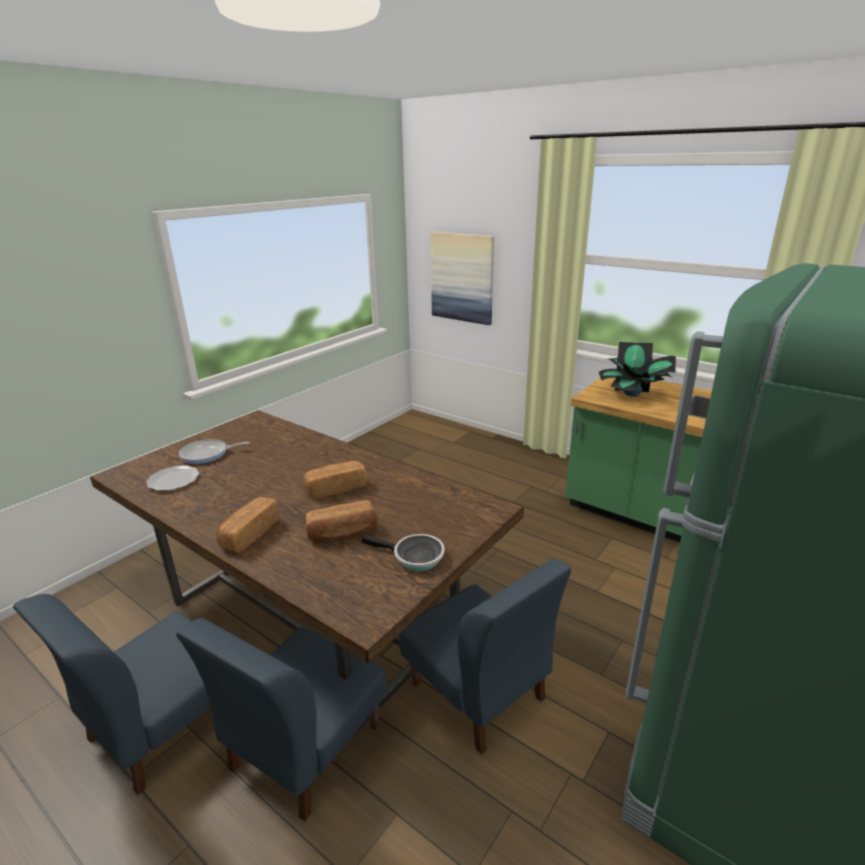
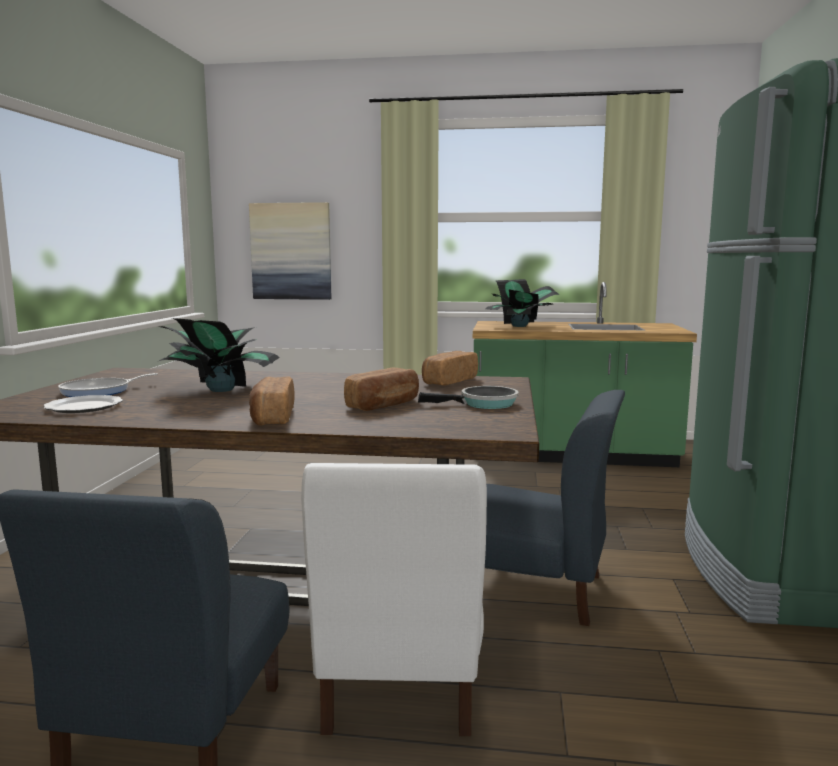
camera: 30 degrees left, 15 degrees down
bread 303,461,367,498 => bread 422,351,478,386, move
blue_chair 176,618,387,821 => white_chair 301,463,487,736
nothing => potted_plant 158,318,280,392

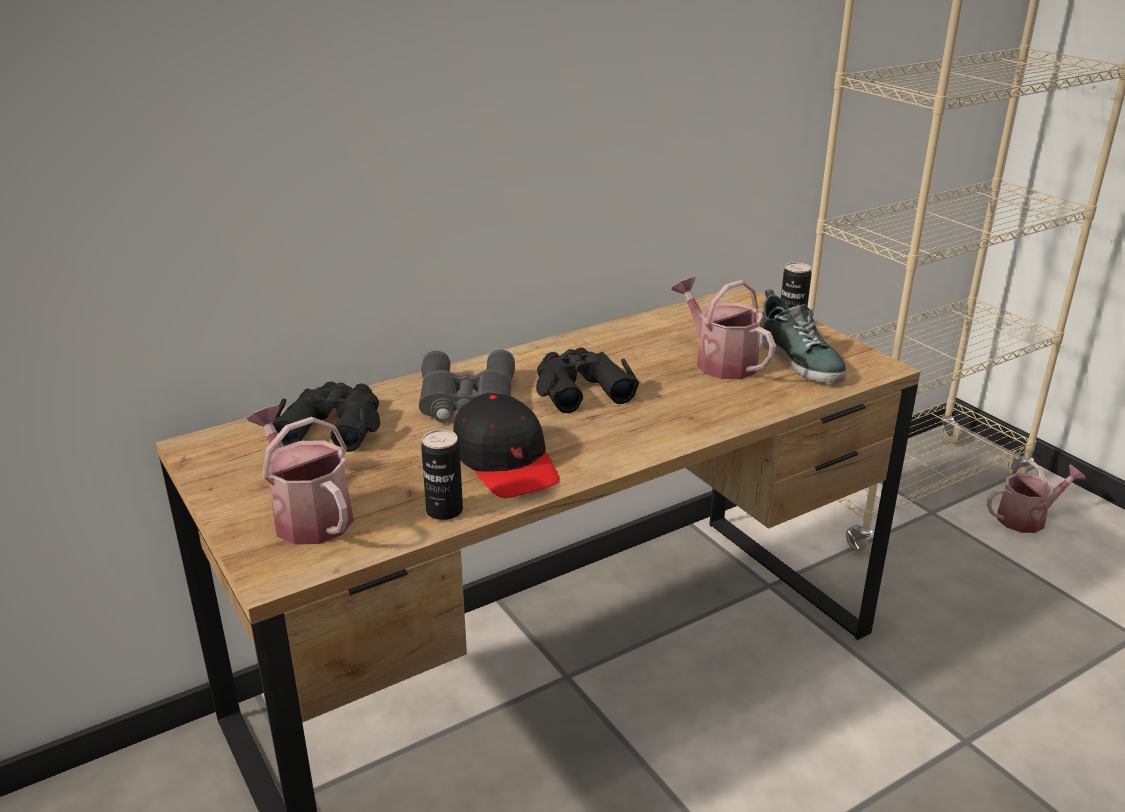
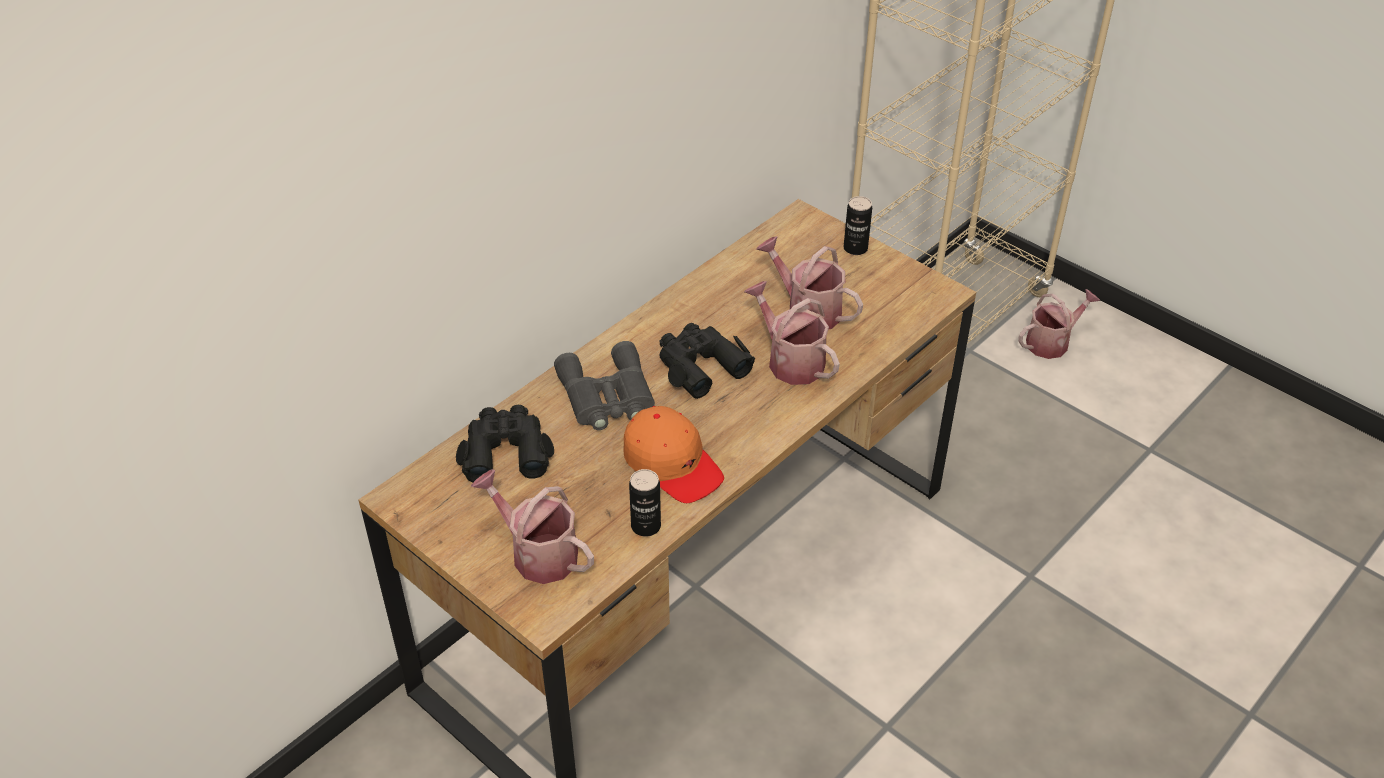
camera: 15 degrees left, 15 degrees up
shoe 759,289,846,383 => nothing
black_cap 453,393,560,498 => orange_cap 623,406,724,503
nothing => watering_can 744,281,840,385

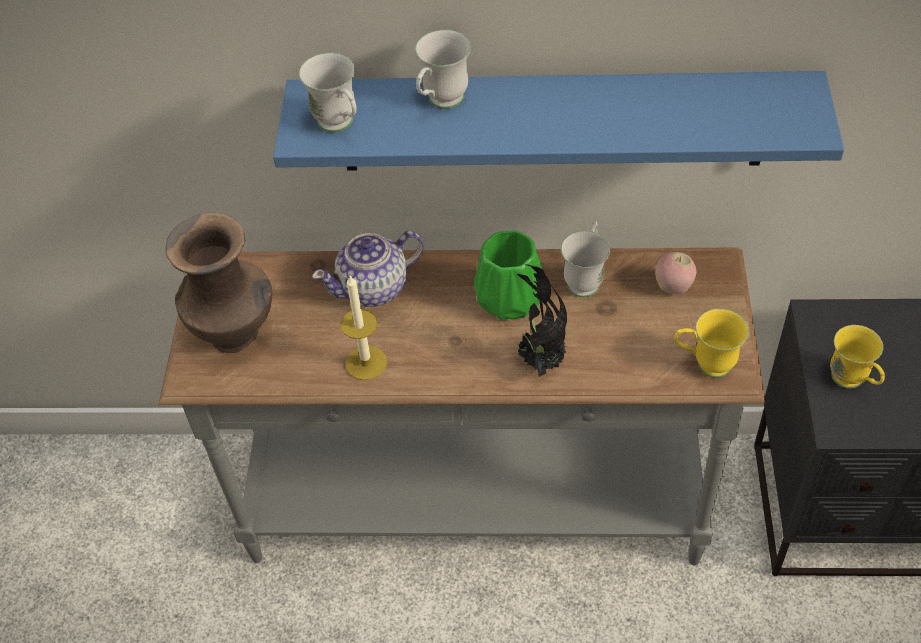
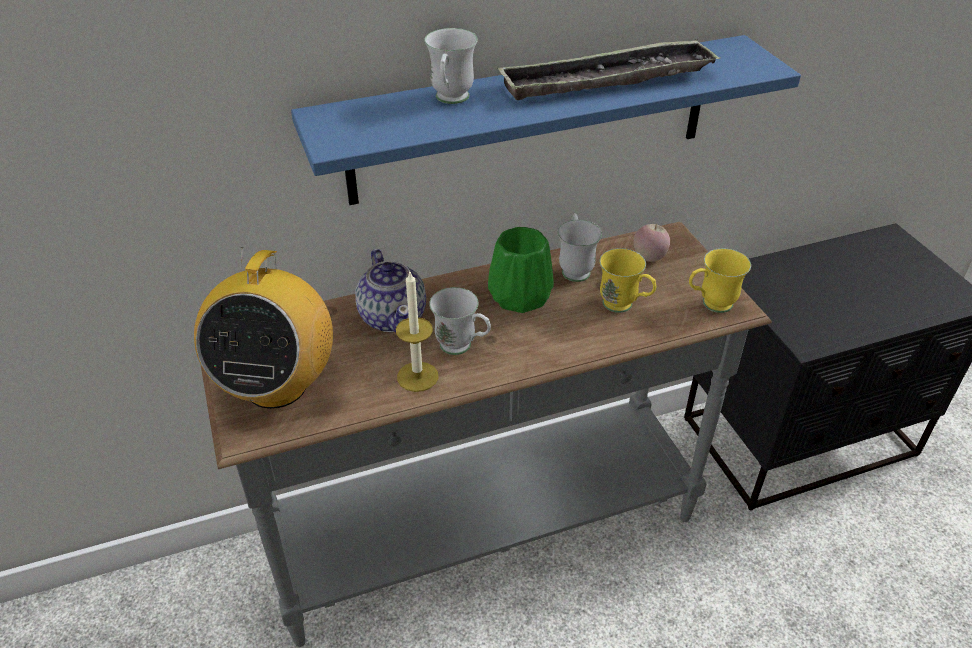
camera: 25 degrees left, 10 degrees down
white_mug 299,53,357,132 => white_mug 429,287,491,355, move
brown_vase 166,213,272,353 => radio 194,247,333,409
teapot 312,231,424,307 => teapot 355,249,426,332, 60 degrees counterclockwise
potted_plant 514,264,567,377 => nothing
yellow_mug 830,325,885,389 => yellow_mug 599,248,656,313, move
nothing => tray 497,39,721,100

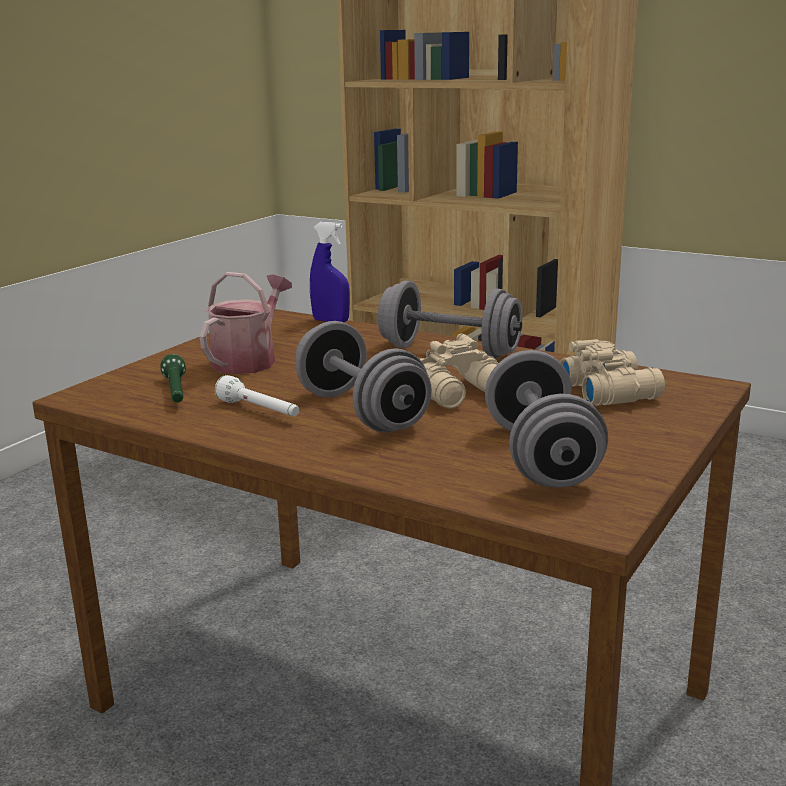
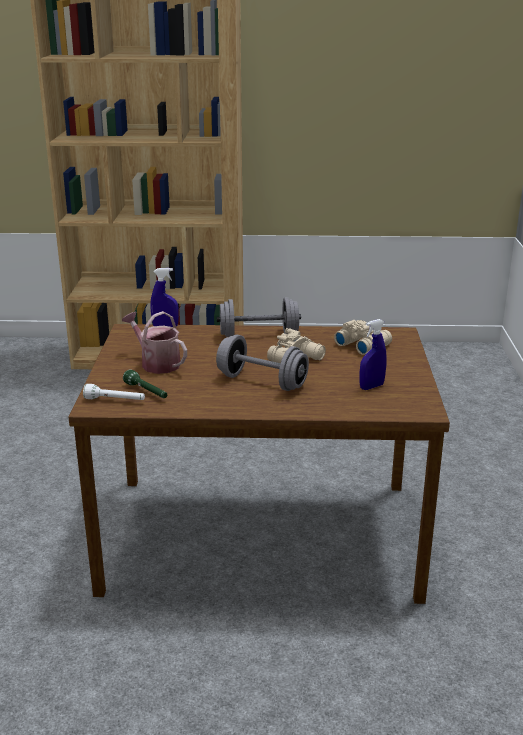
camera: 30 degrees left, 5 degrees up
watering_can 199,272,292,375 => watering_can 122,311,187,374, 45 degrees counterclockwise
grey_dumbbell 485,350,608,487 => blue_spray_bottle 360,319,387,390
white_flashlight 215,375,299,417 => white_flashlight 83,384,145,400, move

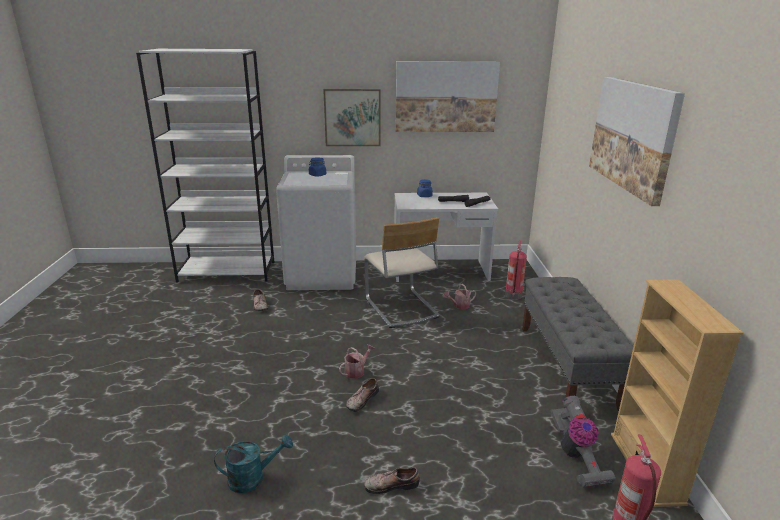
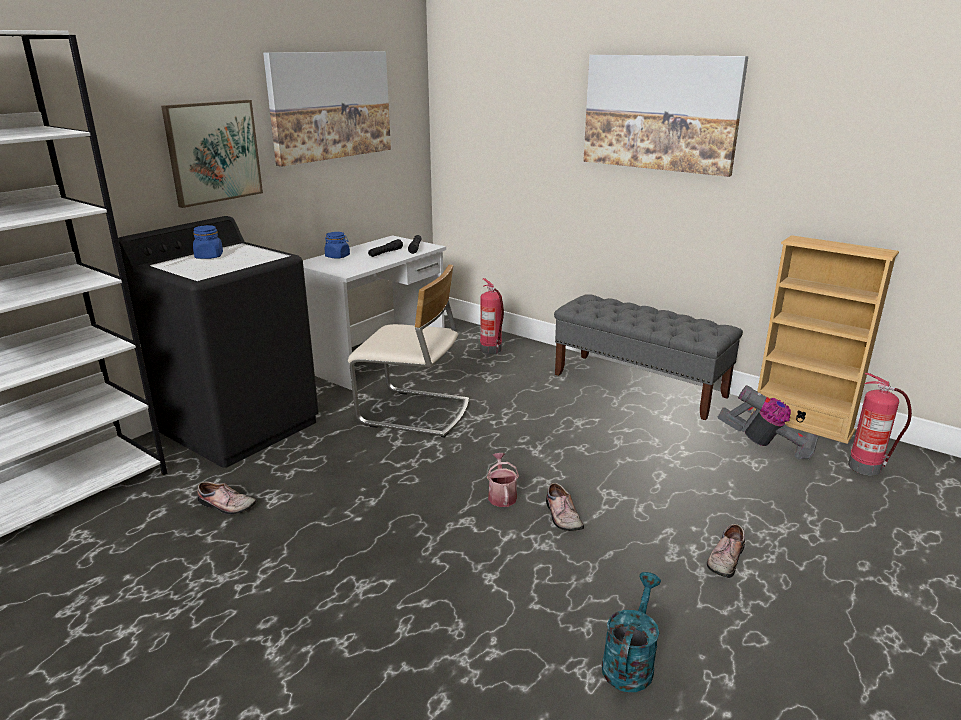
camera: 50 degrees left, 0 degrees up
white_washing_machine 276,155,356,290 => black_washing_machine 118,216,319,468
watering_can 443,284,476,309 => nothing

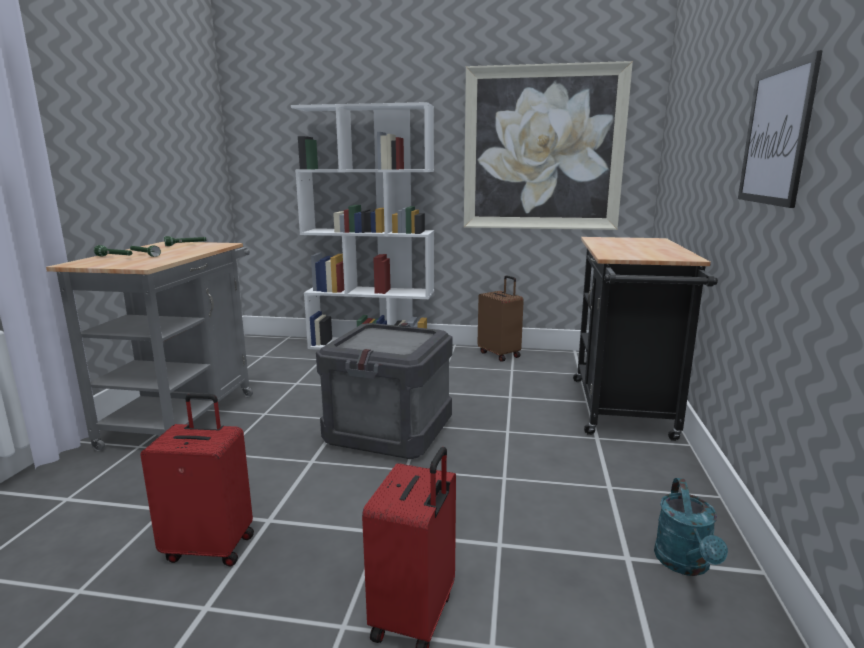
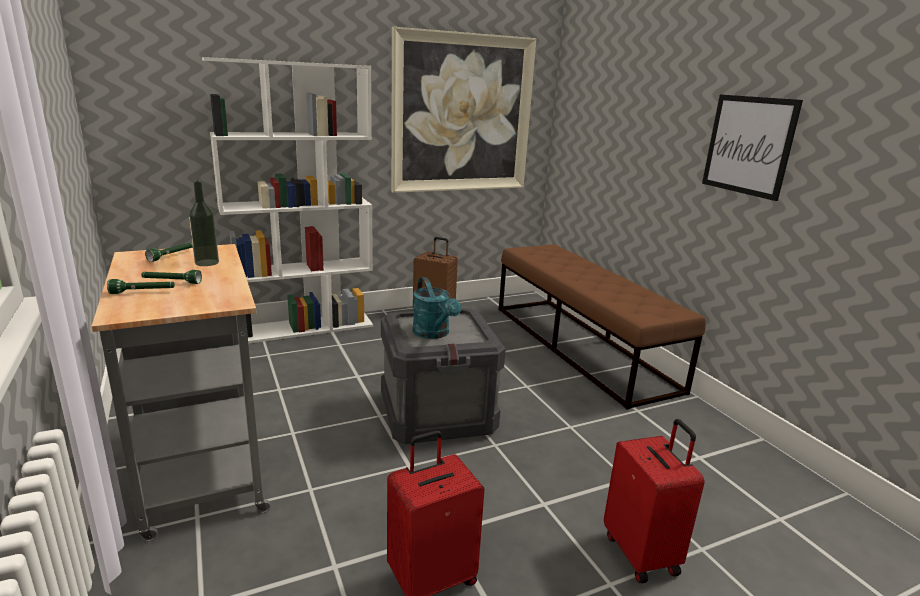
camera: 35 degrees left, 5 degrees up
black_cart 573,237,718,441 => brown_bench 499,244,706,410
turquoise_watering_can 654,478,728,576 => turquoise_watering_can 413,277,461,339, move
nothing => bottle 189,181,219,266

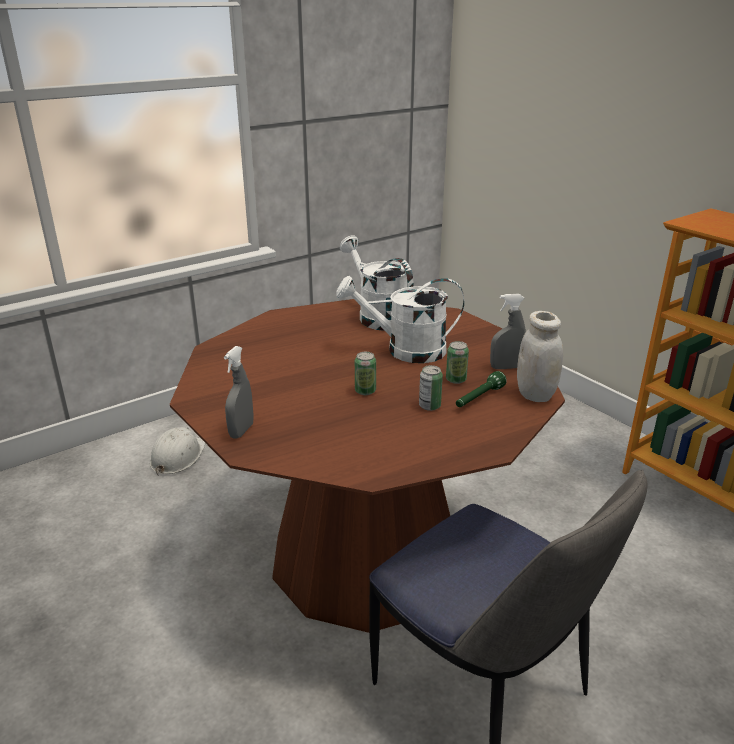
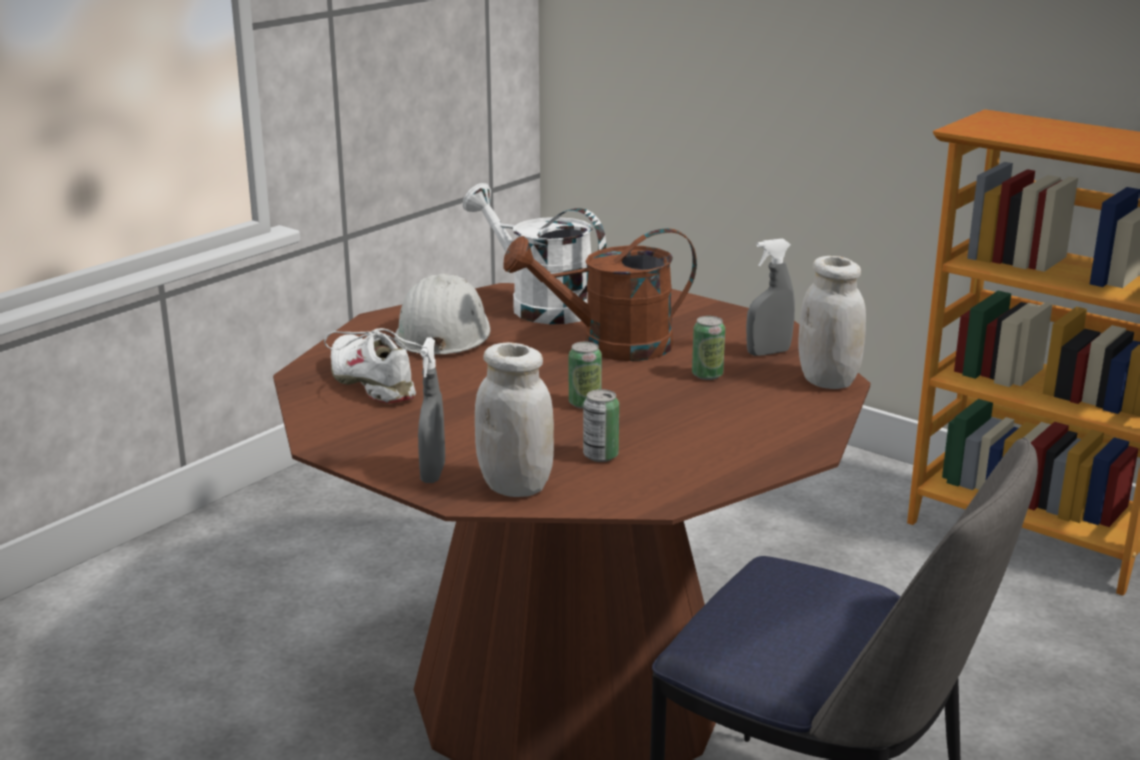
camera: 15 degrees left, 5 degrees down
white_watering_can 336,276,464,363 => brown_watering_can 504,228,697,361
can 419,365,443,411 => can 583,389,619,462, move
green_flashlight 456,371,507,407 => nothing
white_hard_hat 150,427,206,475 => white_hard_hat 395,273,490,355, move
nothing => white_shoe 324,328,422,404
nothing => white_jar 475,342,554,497

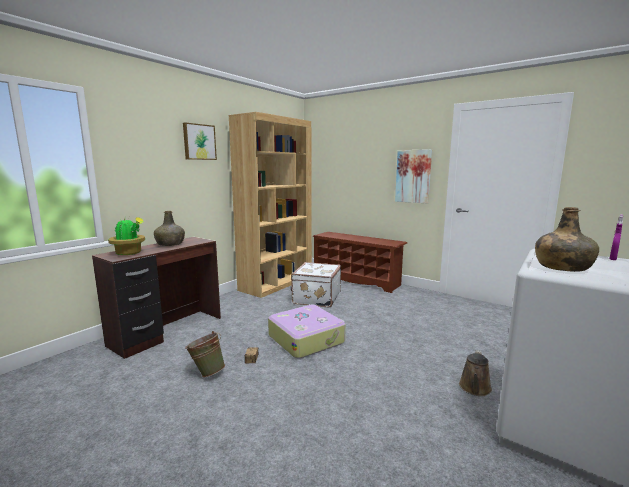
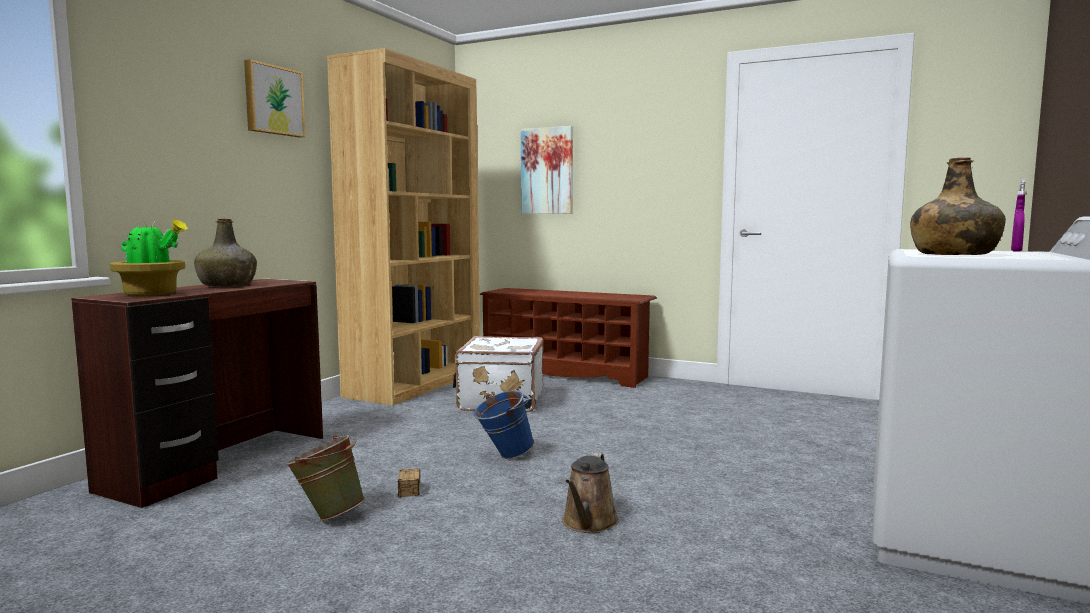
camera: 10 degrees left, 5 degrees down
picture 395,149,432,203 => picture 521,126,573,214, move
suitcase 268,305,345,358 => blue_bucket 474,390,535,459
brown_watering_can 459,350,492,396 => brown_watering_can 562,453,619,533, move

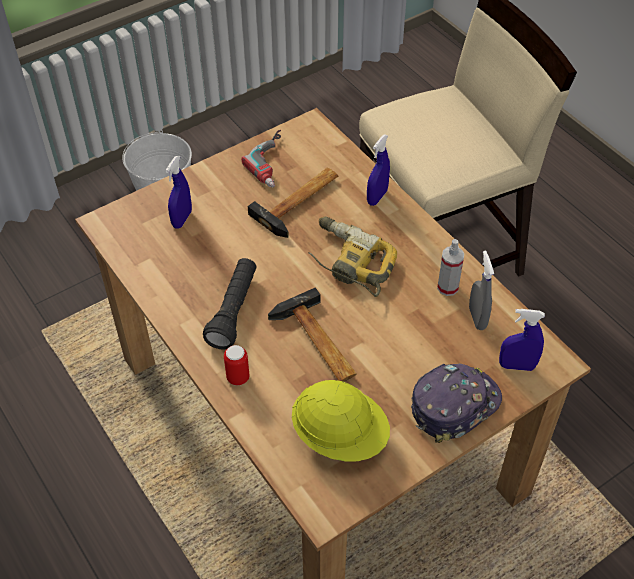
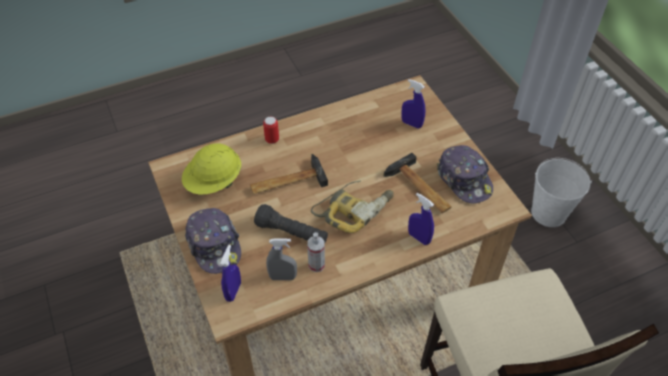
camera: 100 degrees right, 0 degrees up
power_drill 241,130,281,188 => cap 437,145,493,204
black_flashlight 203,258,256,350 => black_flashlight 254,204,328,242, move

